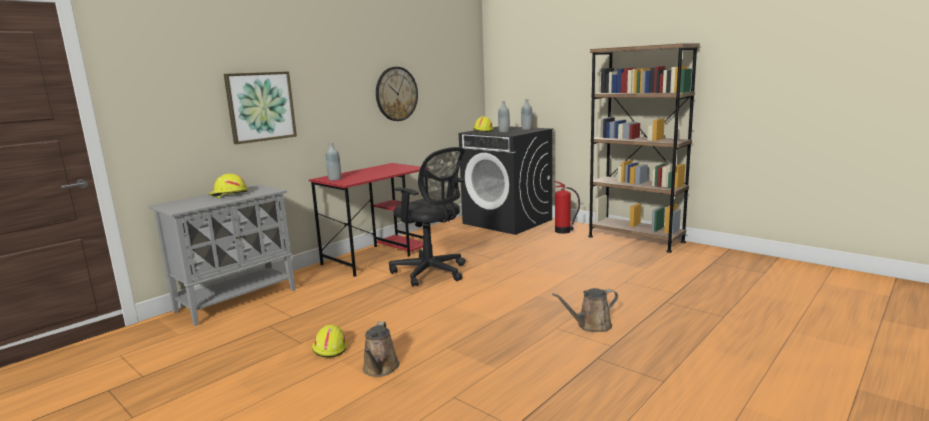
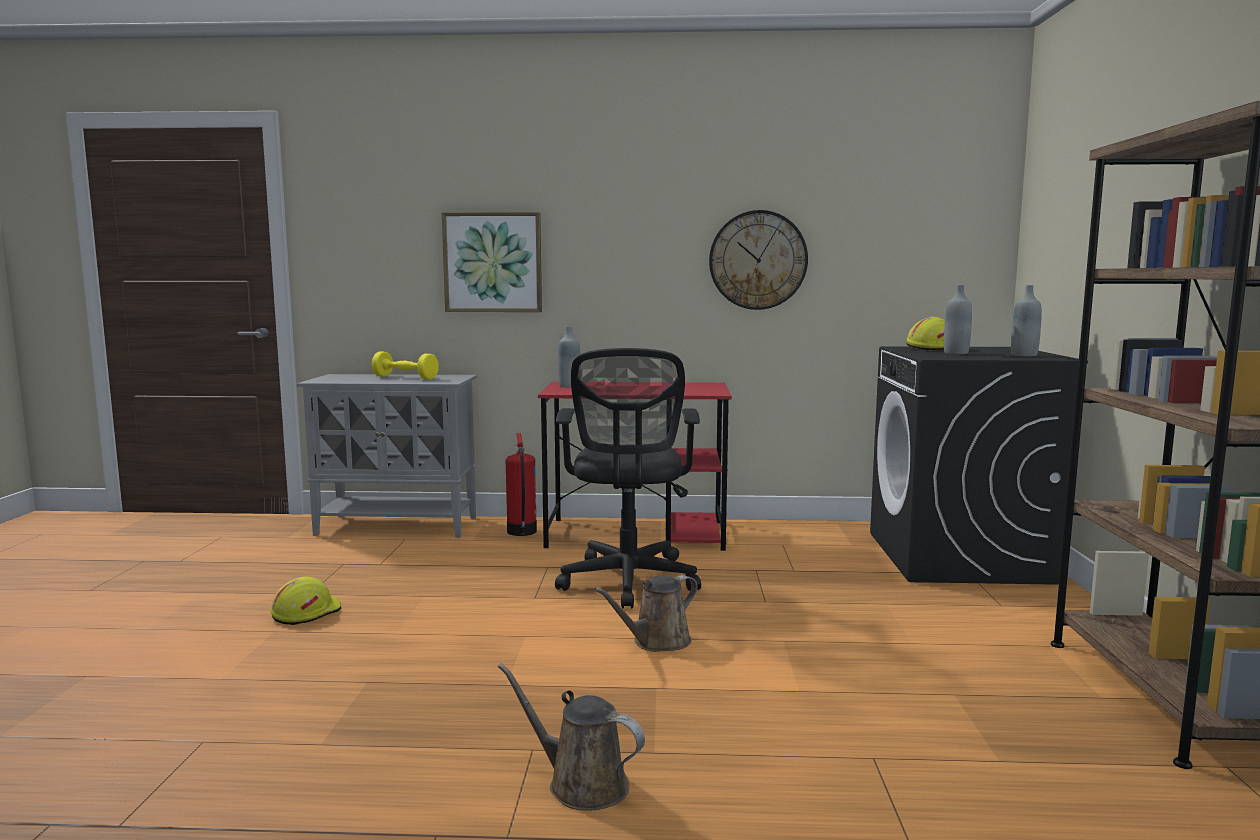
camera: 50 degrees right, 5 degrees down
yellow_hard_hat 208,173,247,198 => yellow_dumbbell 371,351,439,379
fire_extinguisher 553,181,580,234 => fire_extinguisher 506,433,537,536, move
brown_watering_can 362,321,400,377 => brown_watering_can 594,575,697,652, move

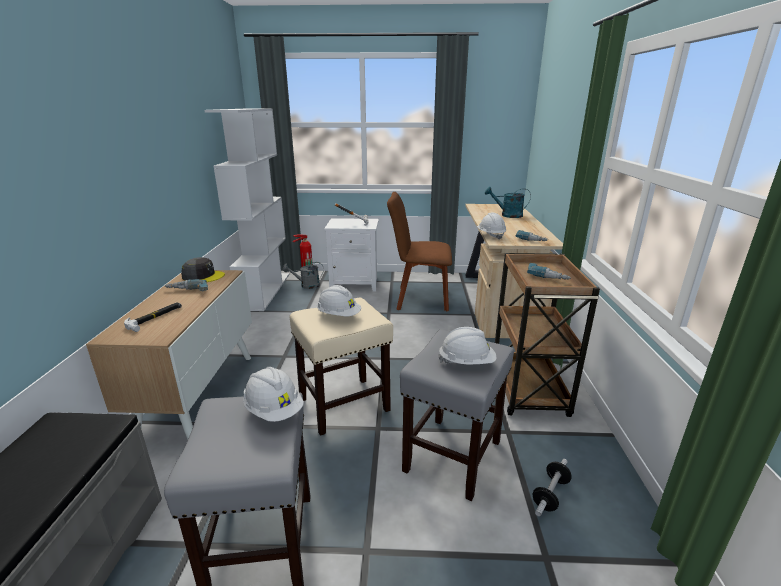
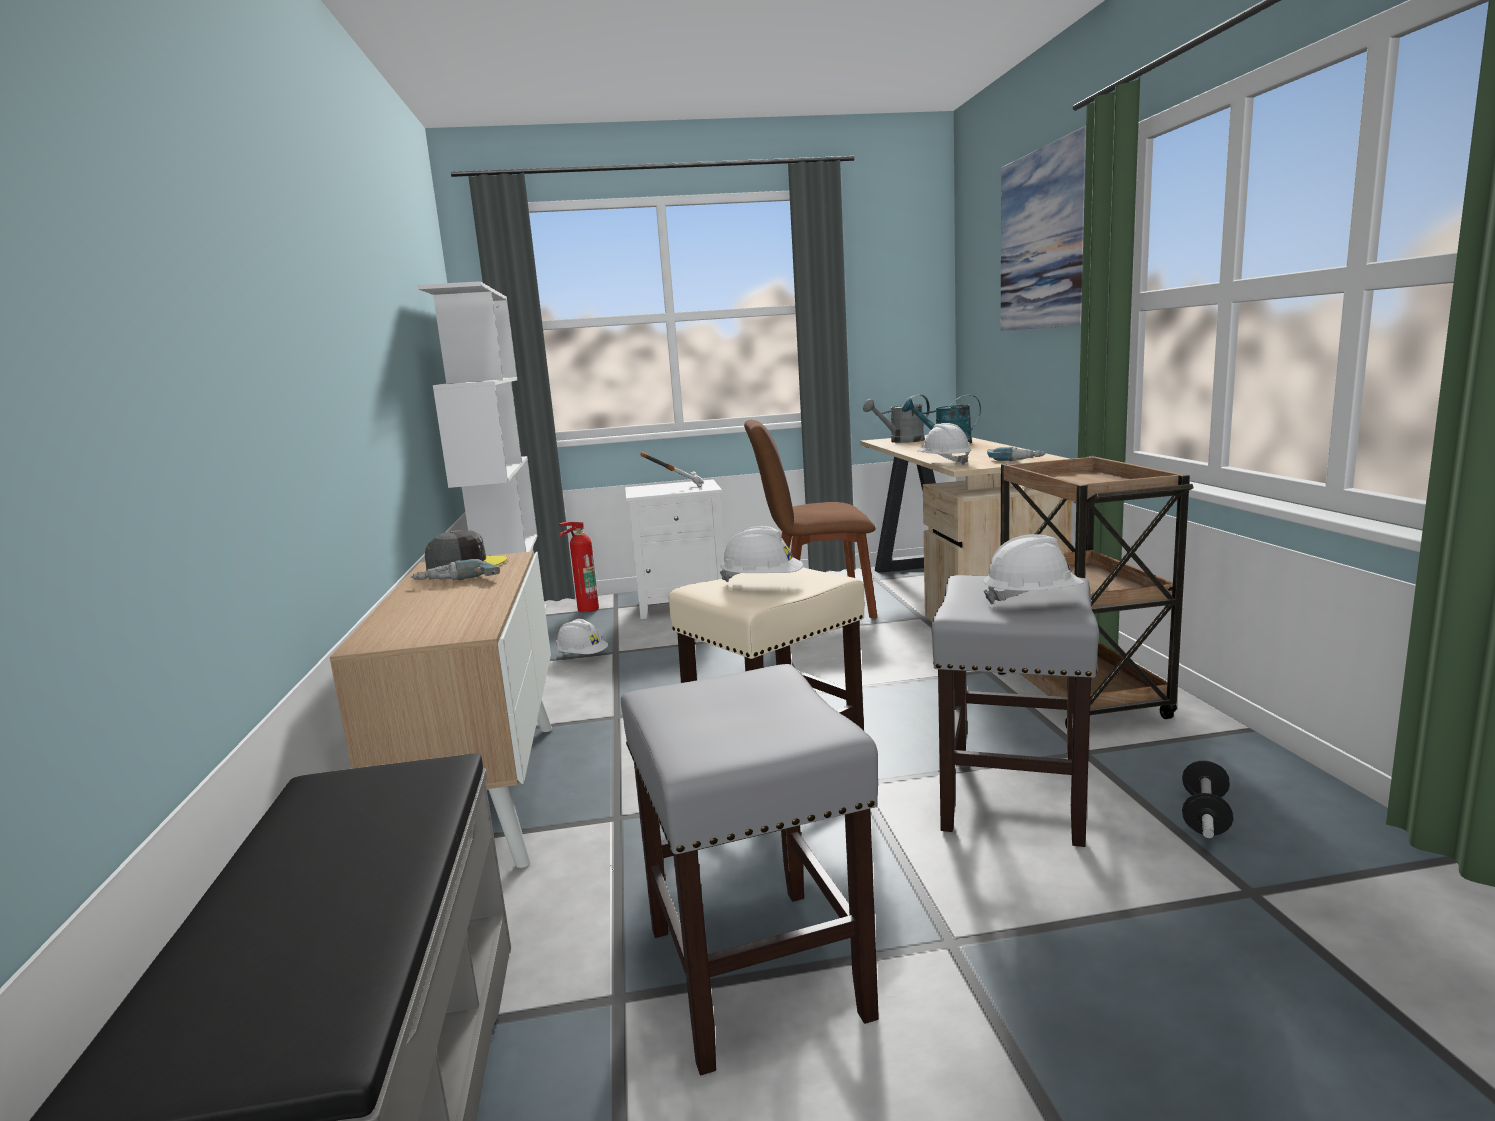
camera: 10 degrees left, 10 degrees down
grey_watering_can 282,262,324,289 => grey_watering_can 863,395,930,443, move
power_drill 527,263,571,280 => nothing
hammer 124,302,182,332 => nothing
white_hard_hat 243,367,304,422 => white_hard_hat 555,619,608,654, move
nothing => picture 1001,126,1086,331

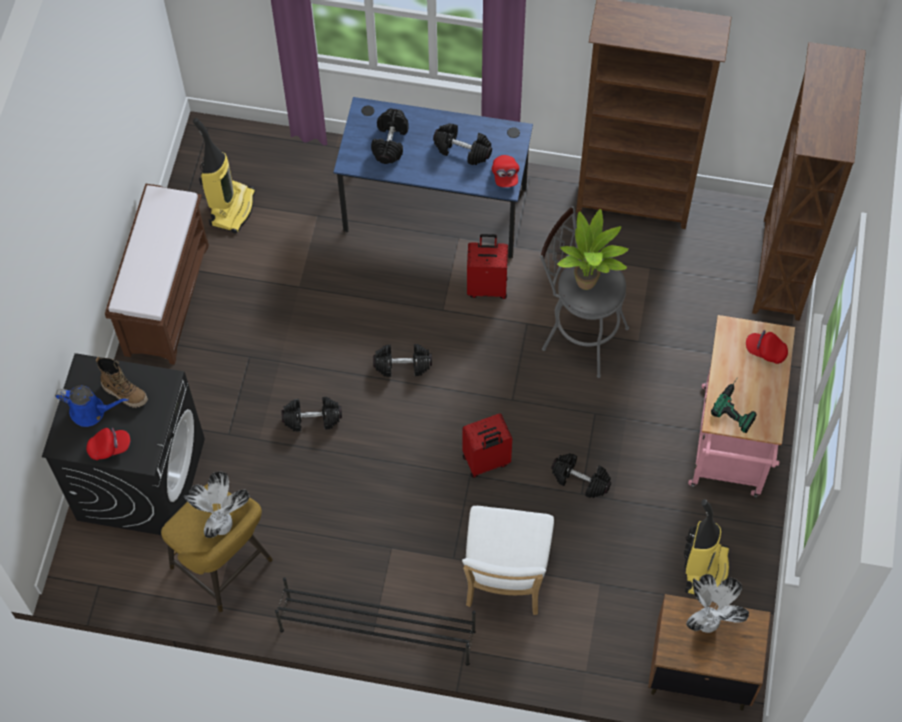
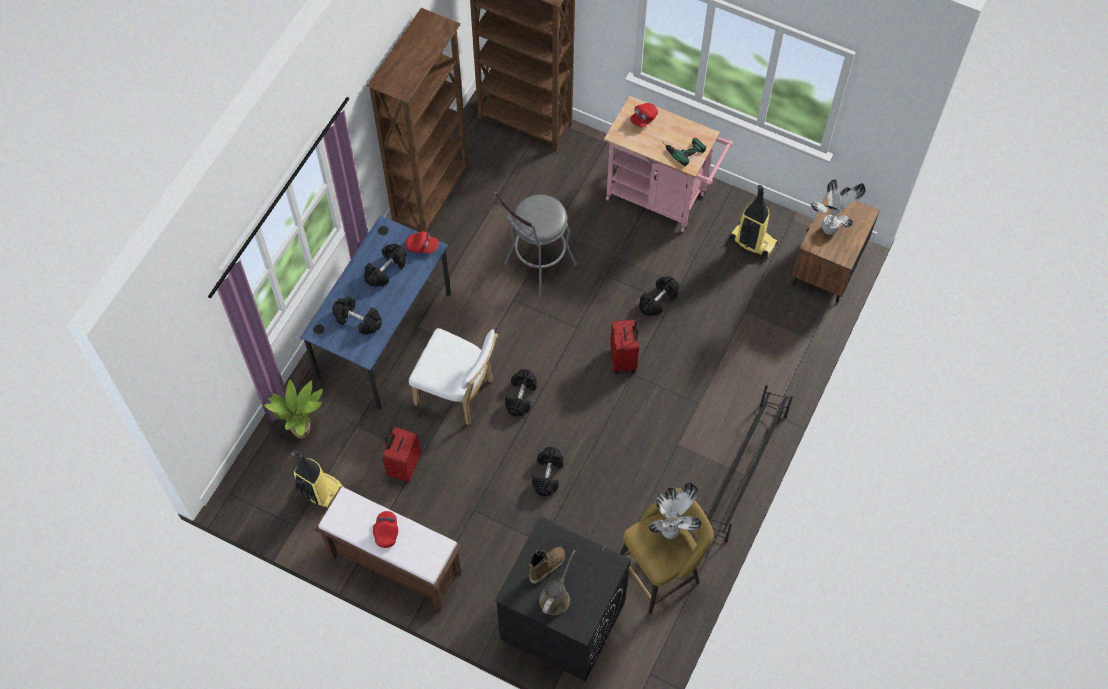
camera: 75 degrees left, 0 degrees up
potted_plant 557,209,629,290 => potted_plant 264,380,323,439, move
red_suitcase 467,234,508,299 => red_suitcase 382,427,421,482, move
blue_watering_can 55,385,129,427 => brown_watering_can 539,550,576,615
red_cap 86,428,130,460 => red_cap 373,511,398,548, move
white_chair 462,506,554,615 => white_chair 409,328,498,426, move

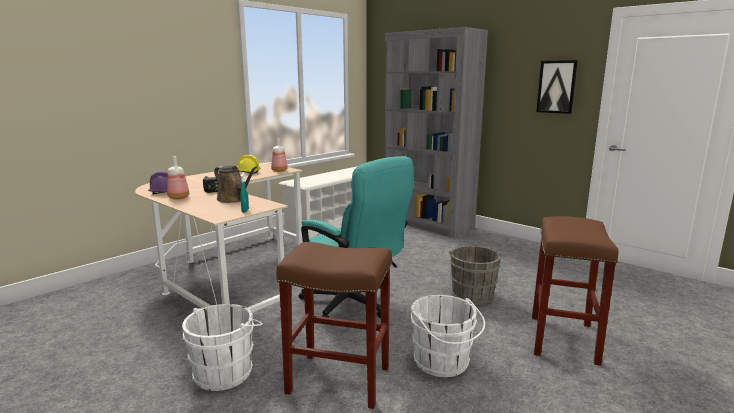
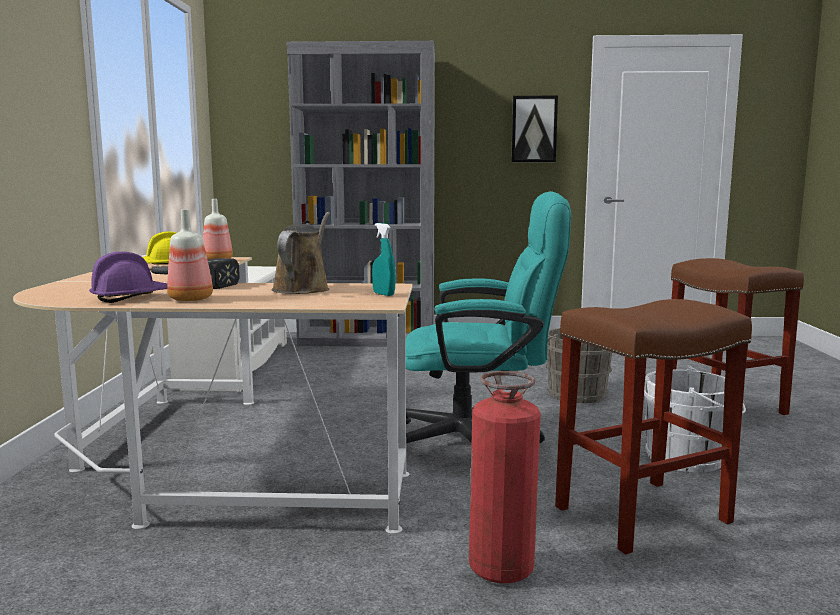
camera: 40 degrees left, 5 degrees down
brown_watering_can 214,165,257,203 => brown_watering_can 271,212,330,294, 75 degrees counterclockwise
white_bucket 182,304,263,391 => fire_extinguisher 469,371,541,583

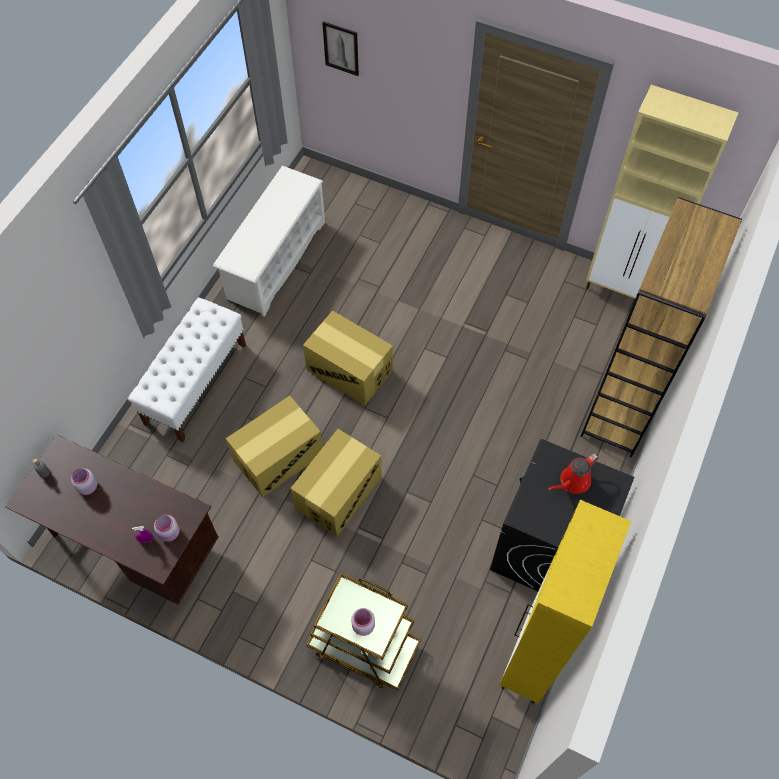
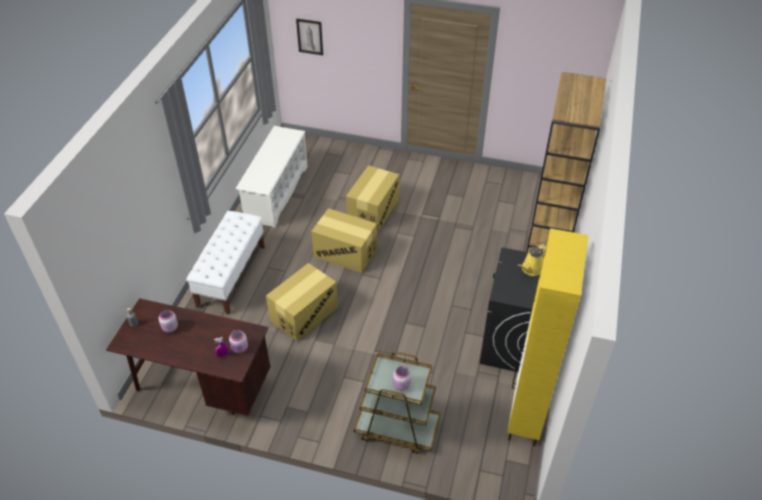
camera: 10 degrees left, 15 degrees down
beige_cabinet 586,85,739,298 => nothing
cardboard_box 290,429,382,536 => cardboard_box 346,165,399,231, move
red_watering_can 548,454,599,494 => yellow_watering_can 517,244,546,276

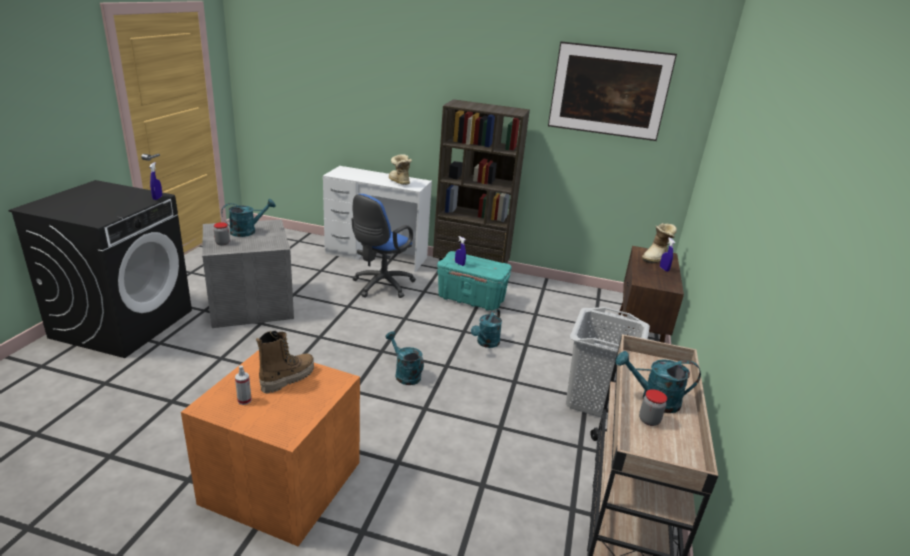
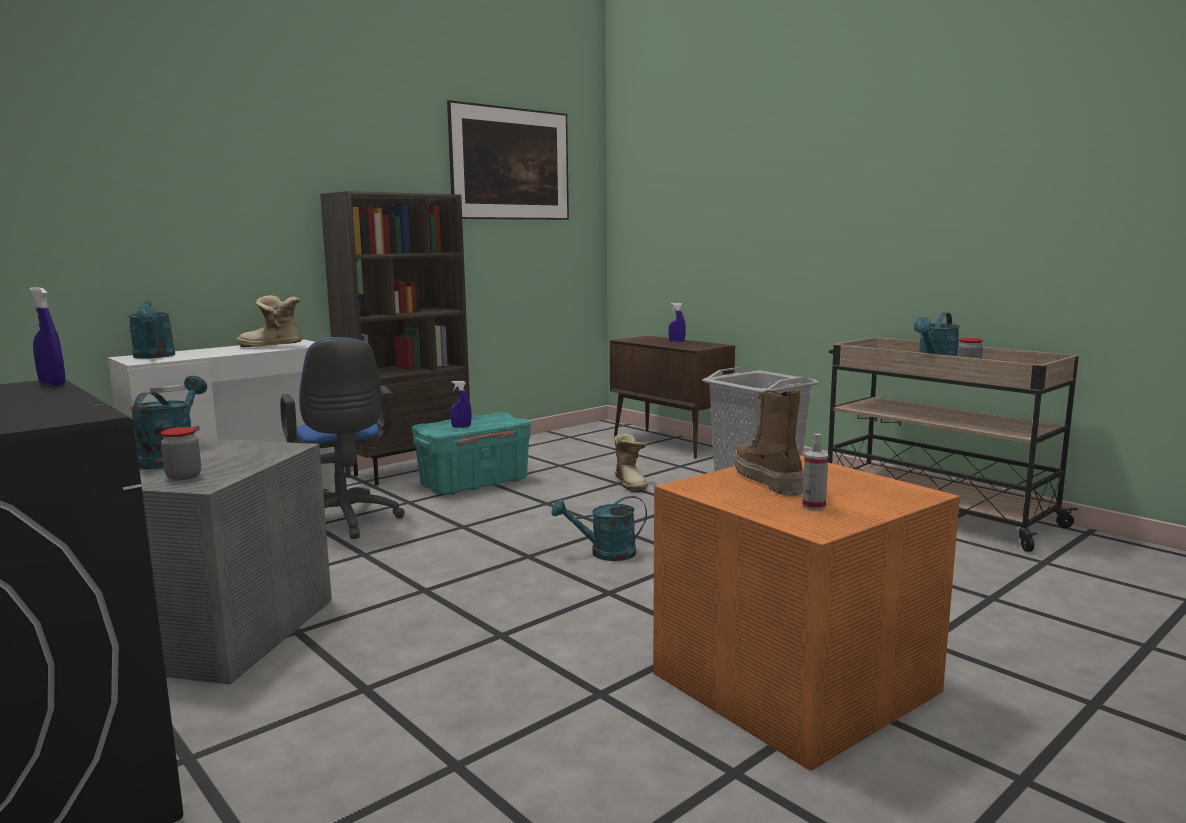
camera: 55 degrees left, 15 degrees down
boot 642,223,677,264 => boot 614,434,648,492, move
turquoise_watering_can 471,309,502,348 => turquoise_watering_can 128,301,175,359, move

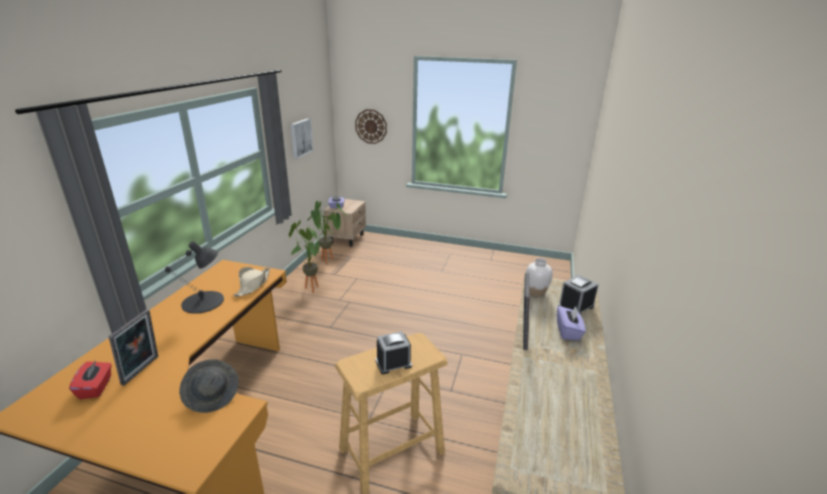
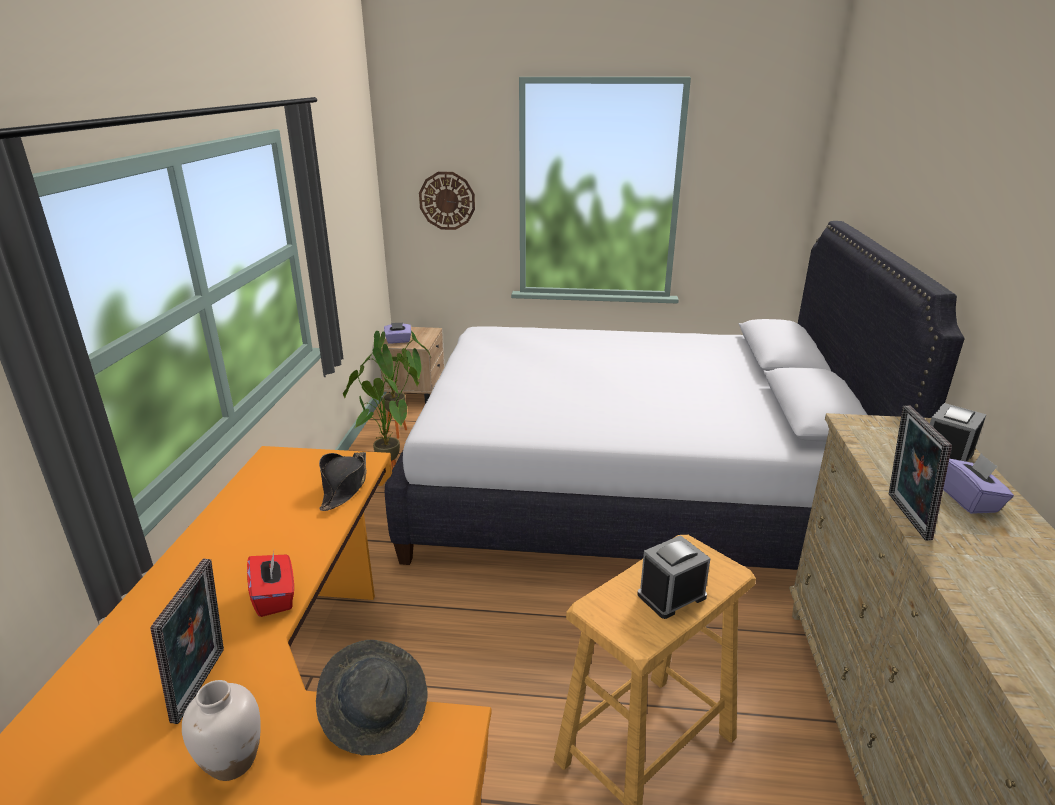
camera: 10 degrees left, 0 degrees up
picture 290,118,313,159 => nothing
black_table_lamp 165,241,224,313 => nothing
white_vase 526,258,553,297 => white_vase 182,680,261,781, move
beige_hat 233,267,270,297 => black_hat 319,452,367,511
red_tissue_box 69,360,112,399 => red_tissue_box 247,552,294,617, move
nothing => white_bed 385,221,964,570

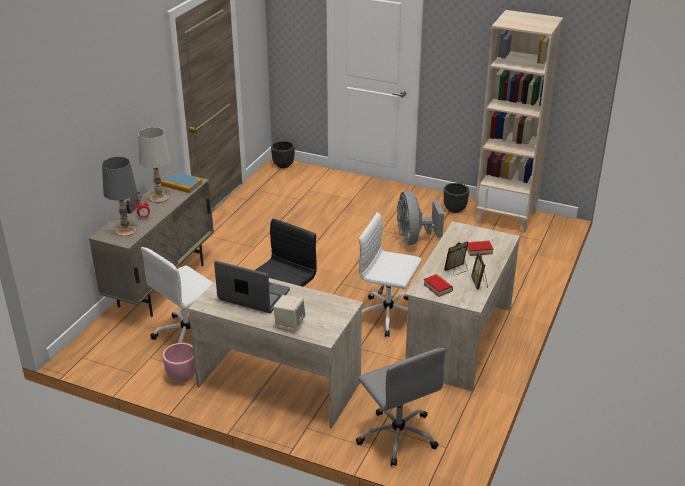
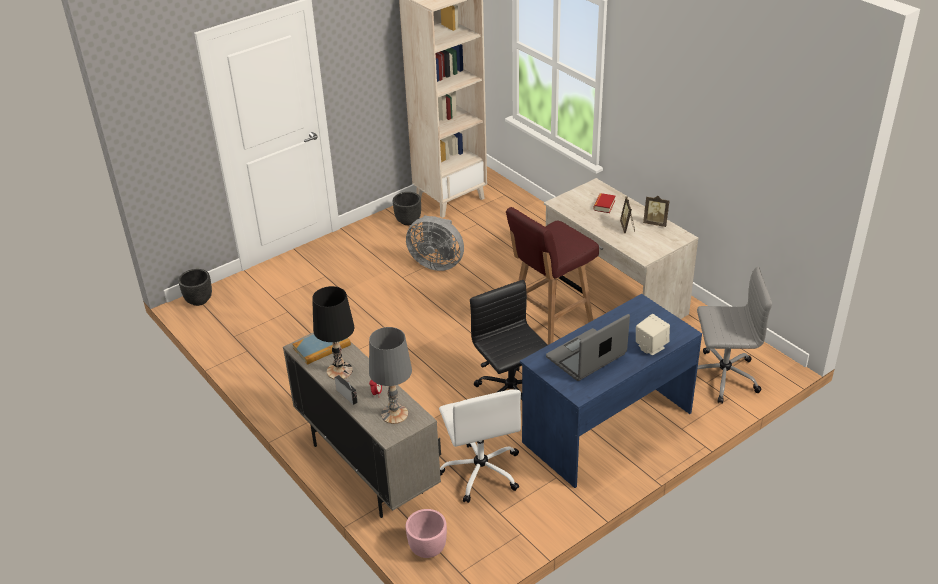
camera: 60 degrees left, 5 degrees up
white_table_lamp 138,127,170,203 => black_table_lamp 312,286,354,380
white_office_chair 359,212,422,337 => red_stool 506,207,599,345
book 423,274,453,297 => nothing
beige_desk 188,278,363,429 => blue_desk 520,294,702,488
pink_planter 162,343,195,383 => pink_planter 406,509,447,558, move

